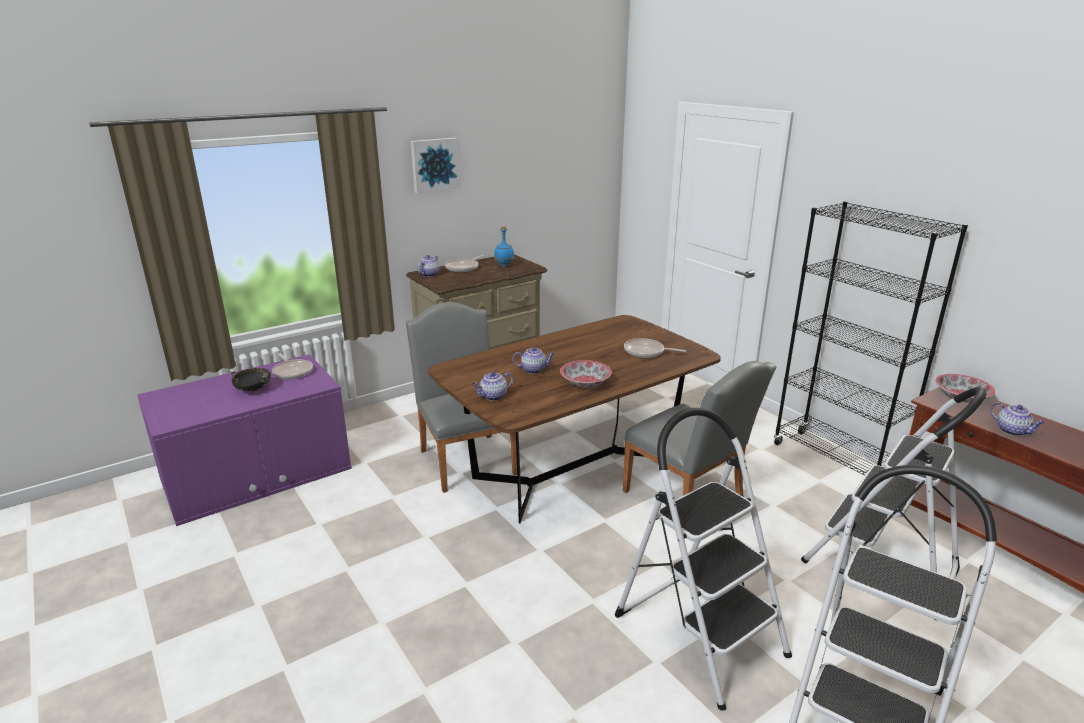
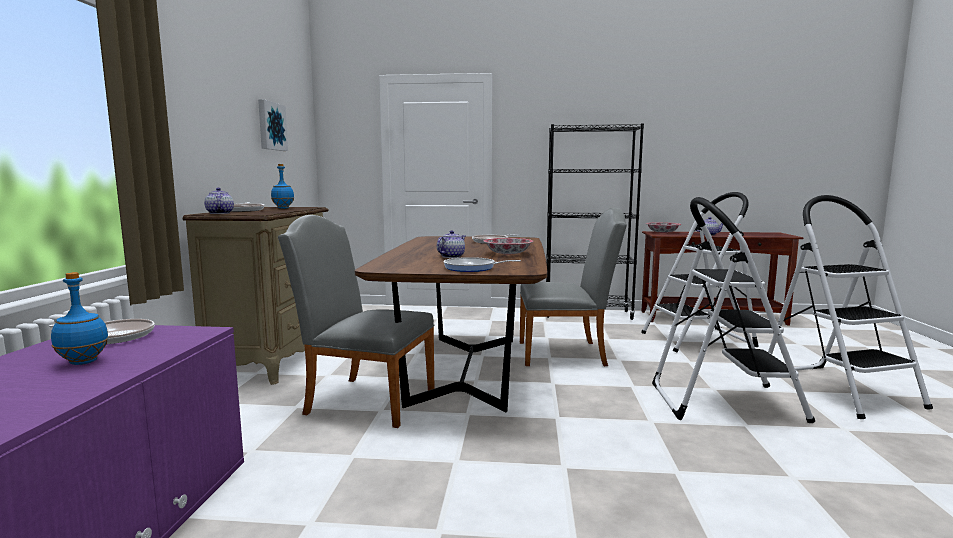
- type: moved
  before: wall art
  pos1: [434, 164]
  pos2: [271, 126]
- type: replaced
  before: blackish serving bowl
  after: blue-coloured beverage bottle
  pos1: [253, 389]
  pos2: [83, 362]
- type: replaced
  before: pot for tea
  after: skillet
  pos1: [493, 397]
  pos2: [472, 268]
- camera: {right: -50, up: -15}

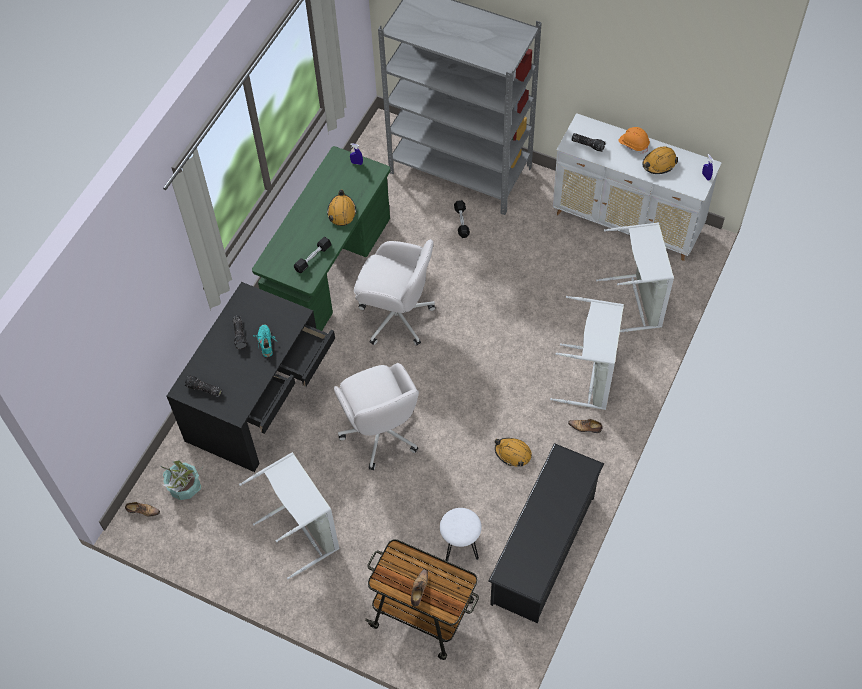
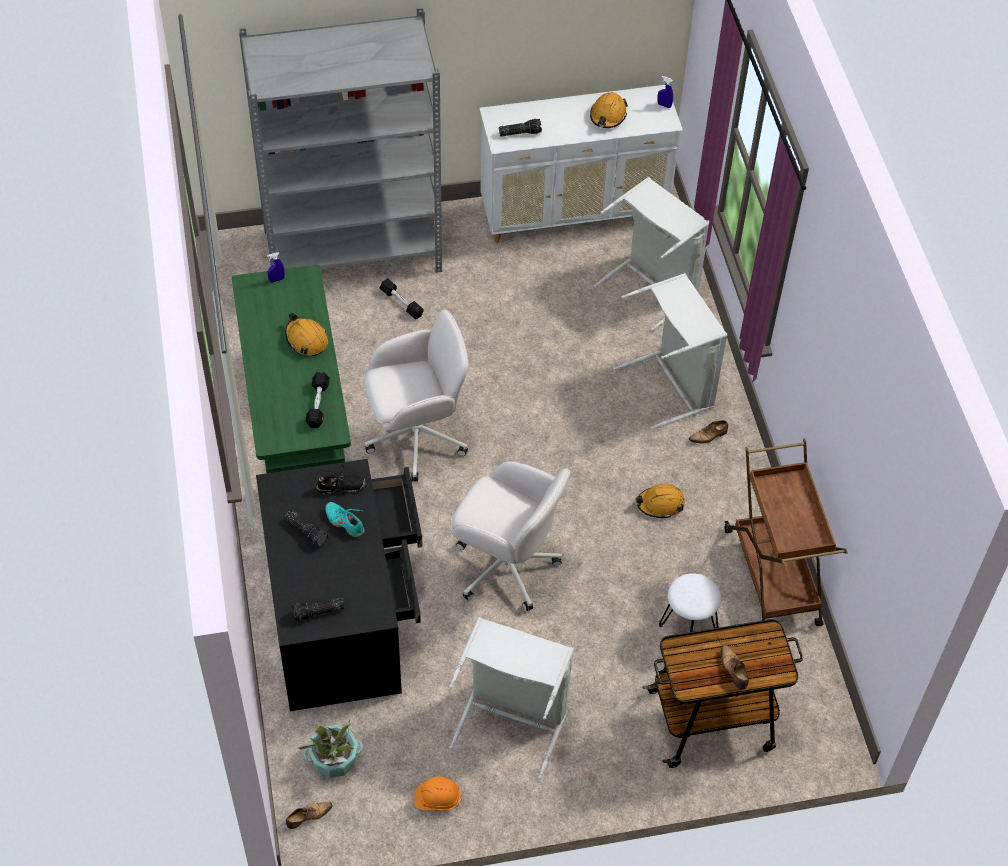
- type: moved
  before: orange-coloured hard hat
  pos1: [633, 144]
  pos2: [437, 798]
- type: replaced
  before: blackish shoe rack
  after: brown trolley
  pos1: [543, 549]
  pos2: [772, 578]
- type: added
  after: blackish item of footwear
  pos2: [341, 487]
- camera: {right: -40, up: -5}

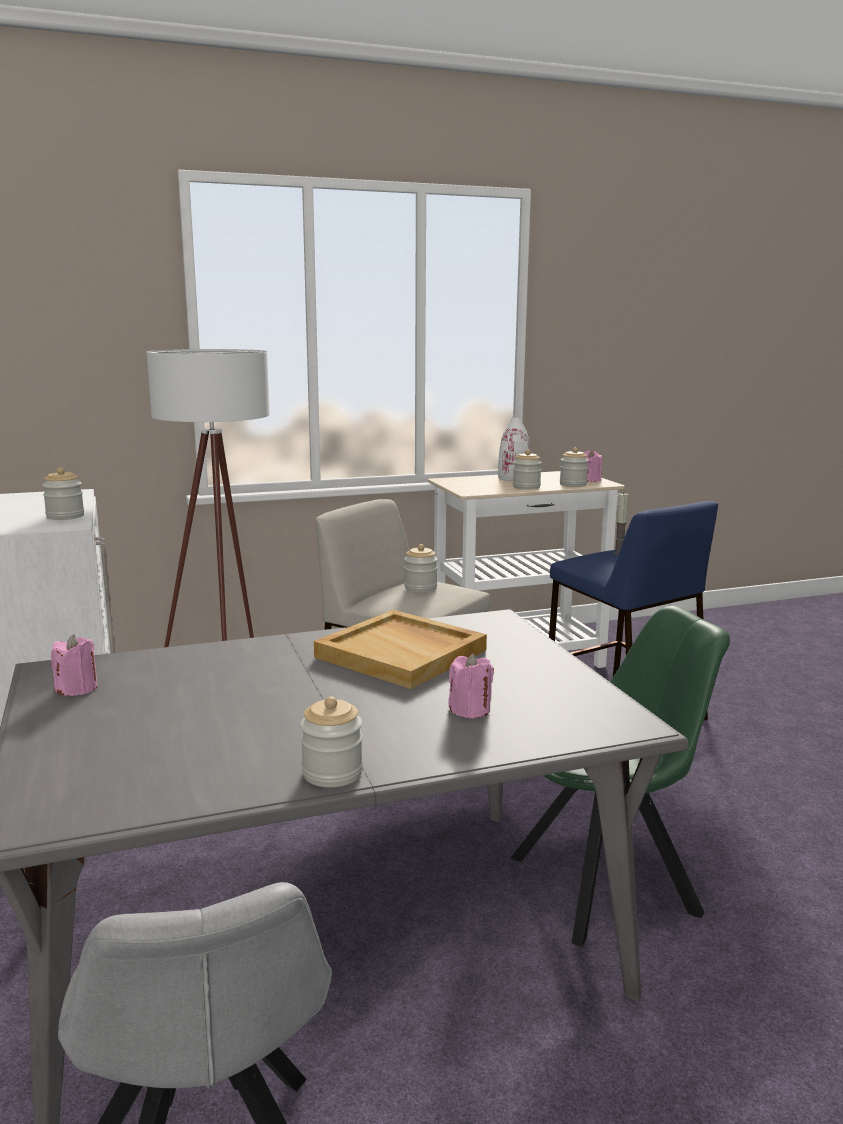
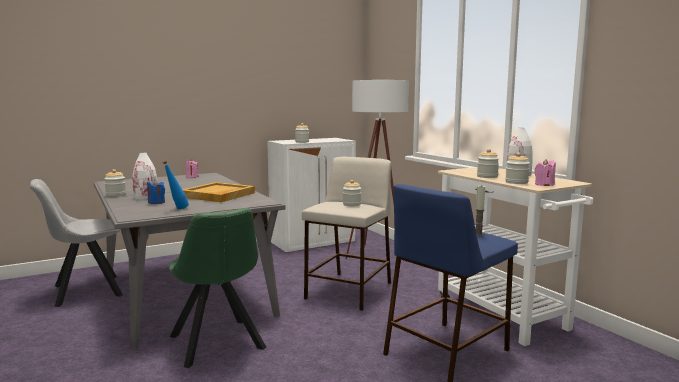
- type: recoloured
  before: pink-coloured candle
  after: blue-coloured candle
  pos1: [470, 710]
  pos2: [156, 202]
- type: added
  after: whitish decorative vase
  pos2: [146, 197]
- type: added
  after: blue-coloured beverage bottle
  pos2: [177, 209]
- camera: {right: 80, up: -5}

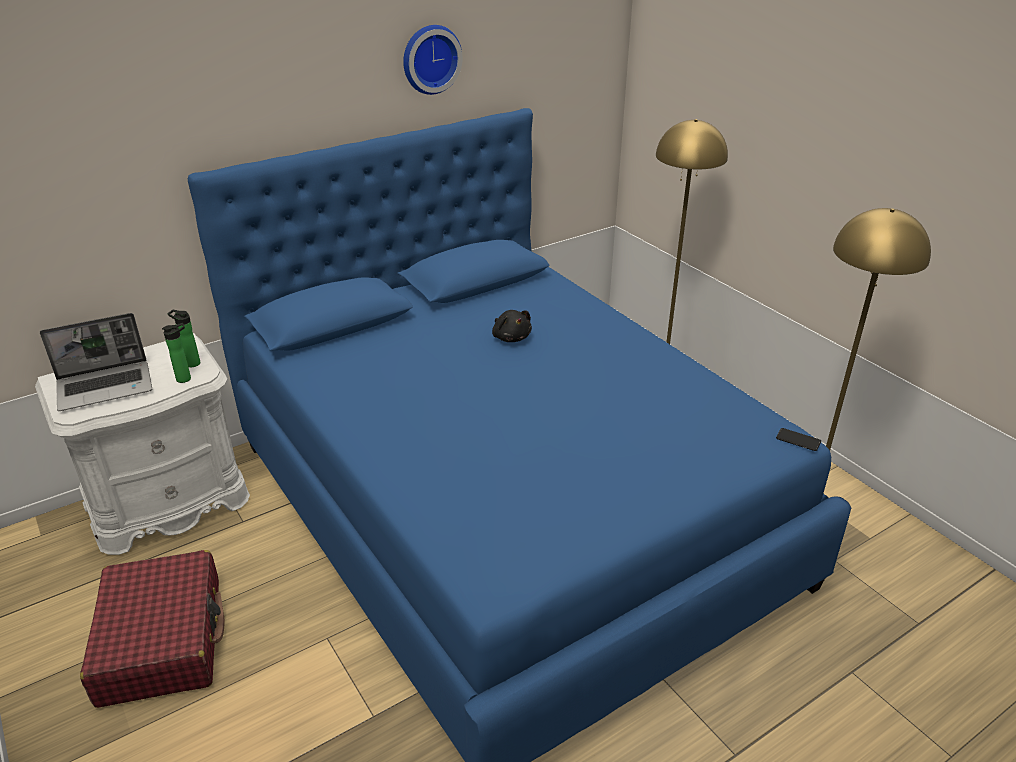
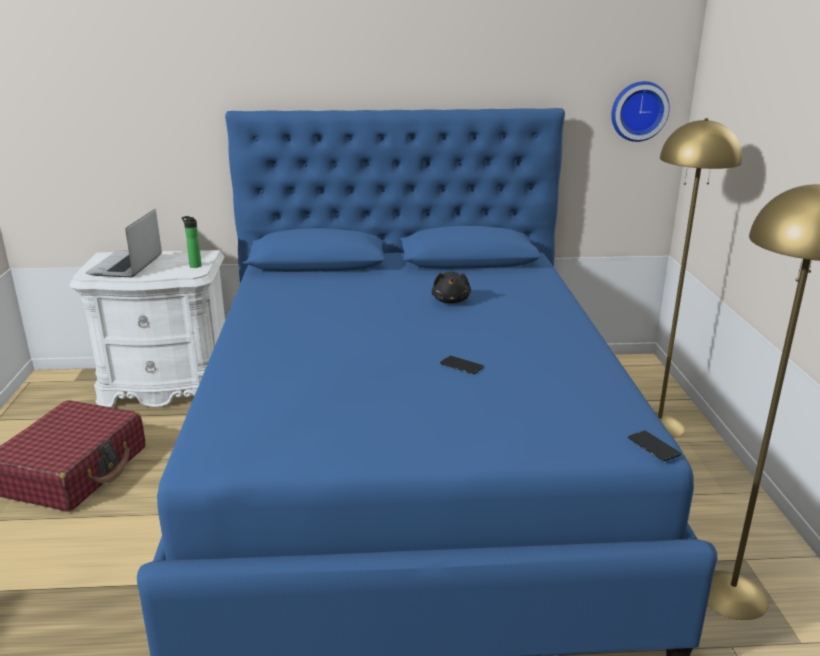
- type: moved
  before: wall clock
  pos1: [430, 59]
  pos2: [638, 111]
- type: turned
  before: portable computer
  pos1: [106, 387]
  pos2: [126, 266]
  turn: 90
- type: removed
  before: beverage bottle
  pos1: [186, 378]
- type: added
  after: telephone
  pos2: [461, 365]
- camera: {right: 30, up: -10}

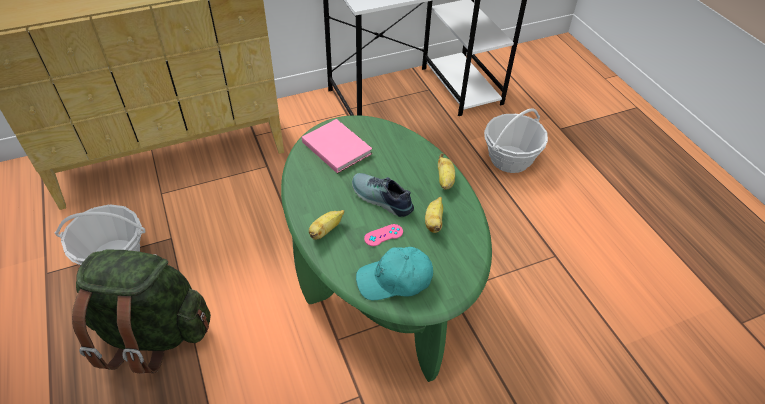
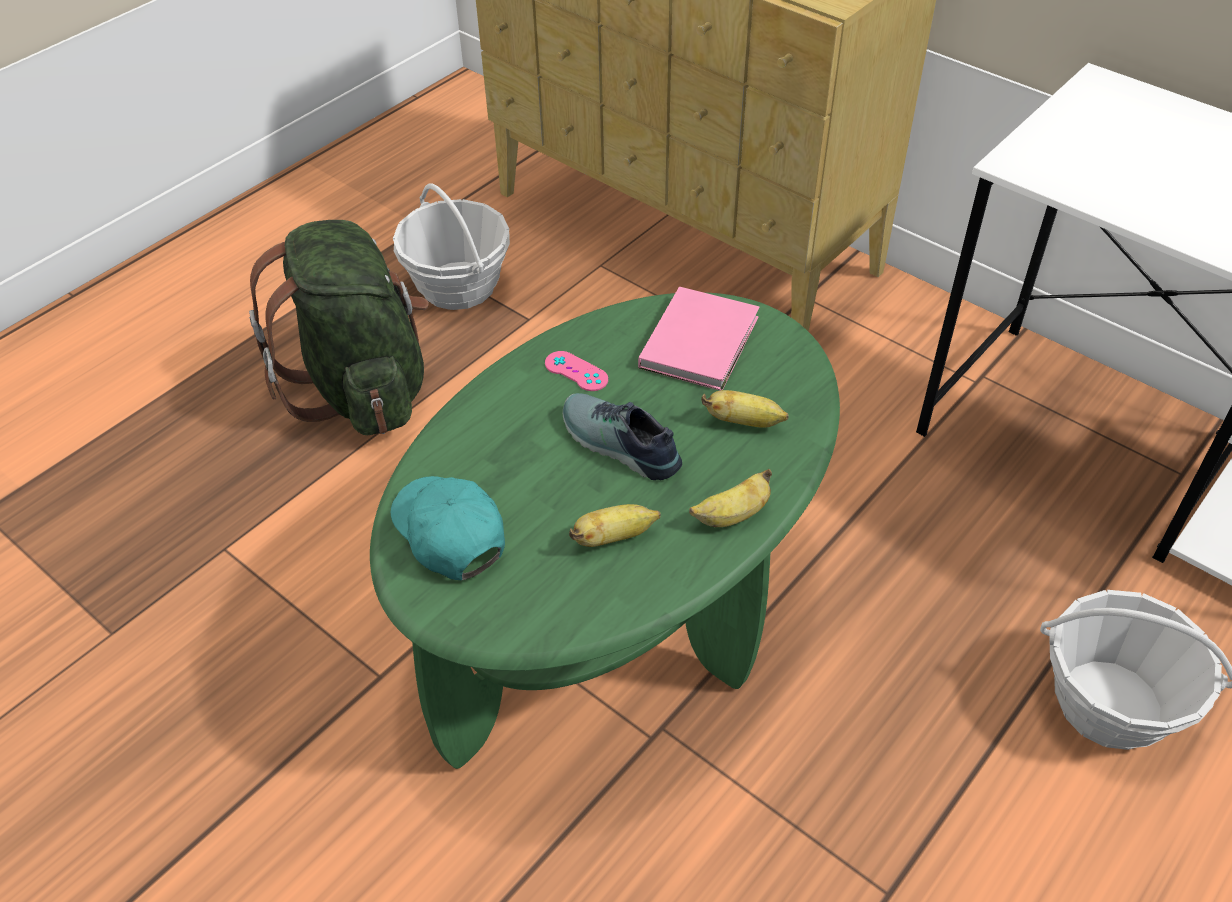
- type: turned
  before: item of footwear
  pos1: [380, 199]
  pos2: [618, 445]
  turn: -60
- type: moved
  before: banana
  pos1: [326, 230]
  pos2: [744, 422]
- type: moved
  before: pink-coloured gamepad
  pos1: [383, 235]
  pos2: [576, 371]
- camera: {right: 65, up: 0}

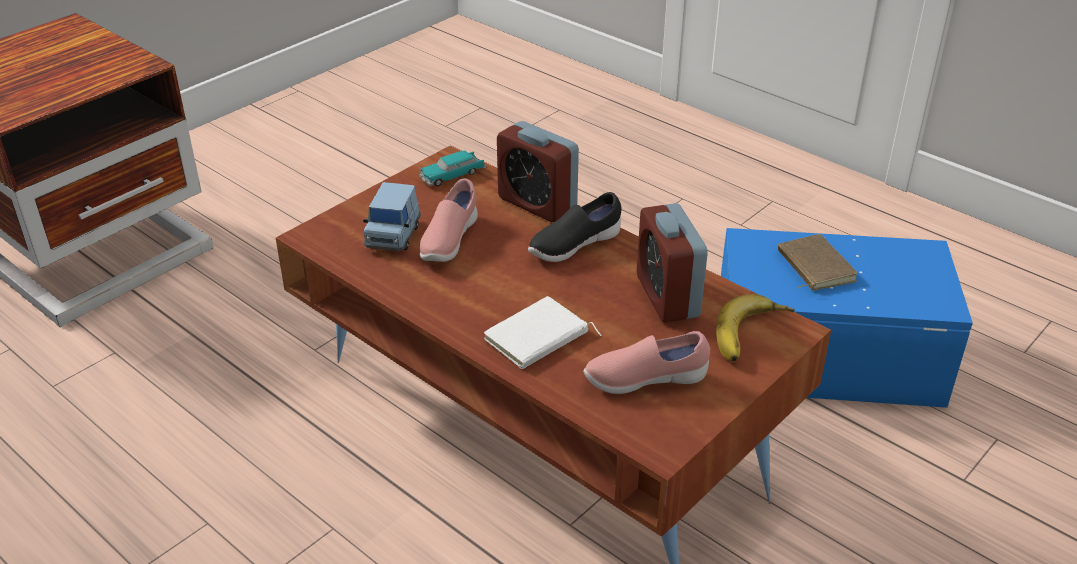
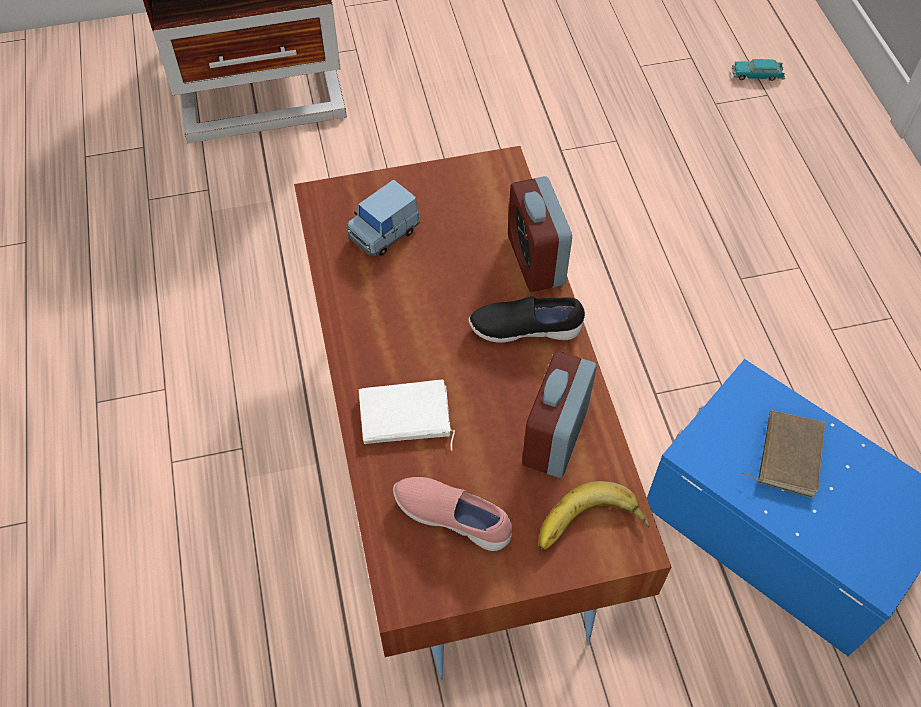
- type: moved
  before: miniature car
  pos1: [452, 175]
  pos2: [757, 75]
- type: removed
  before: pink-coloured item of footwear
  pos1: [448, 241]
- camera: {right: 35, up: 20}

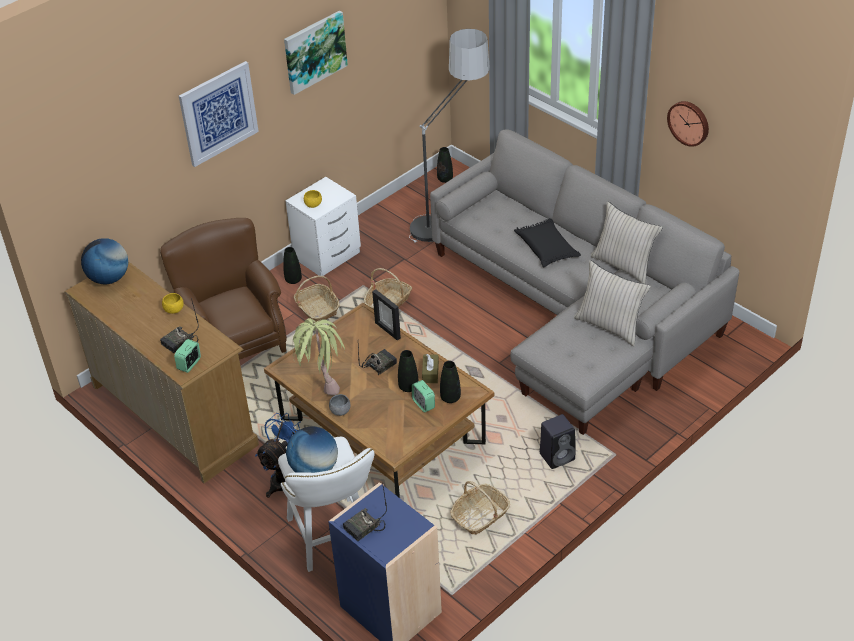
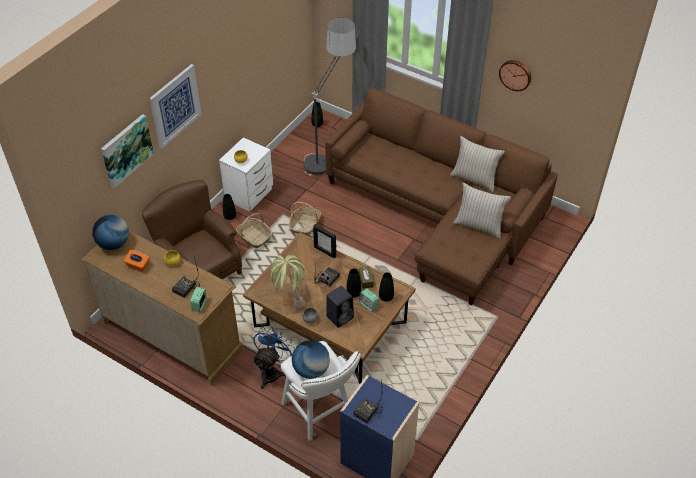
- type: moved
  before: wall art
  pos1: [314, 51]
  pos2: [126, 150]
- type: recoloured
  before: greyish sofa
  after: brown sofa
  pos1: [574, 312]
  pos2: [438, 215]
- type: removed
  before: blackish cushion
  pos1: [546, 247]
- type: moved
  before: blackish audio speaker
  pos1: [558, 456]
  pos2: [340, 316]
- type: removed
  before: basket
  pos1: [480, 516]
- type: added
  after: orange-coloured tissue box
  pos2: [138, 265]
- camera: {right: -15, up: 5}

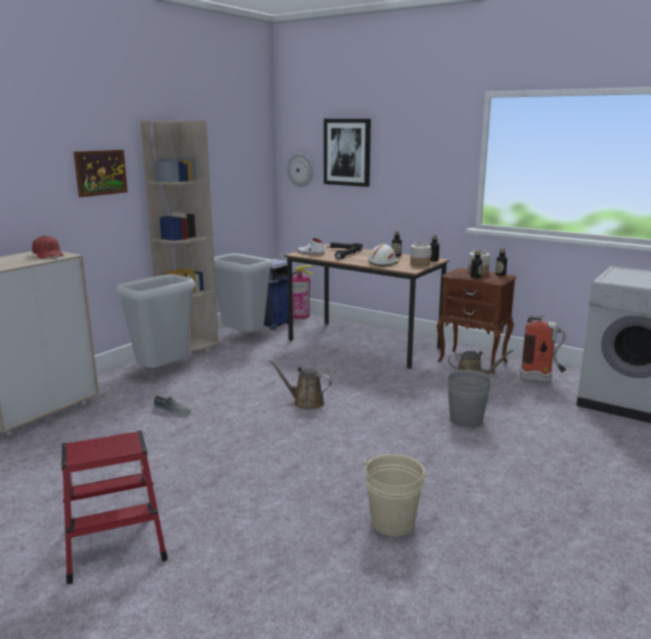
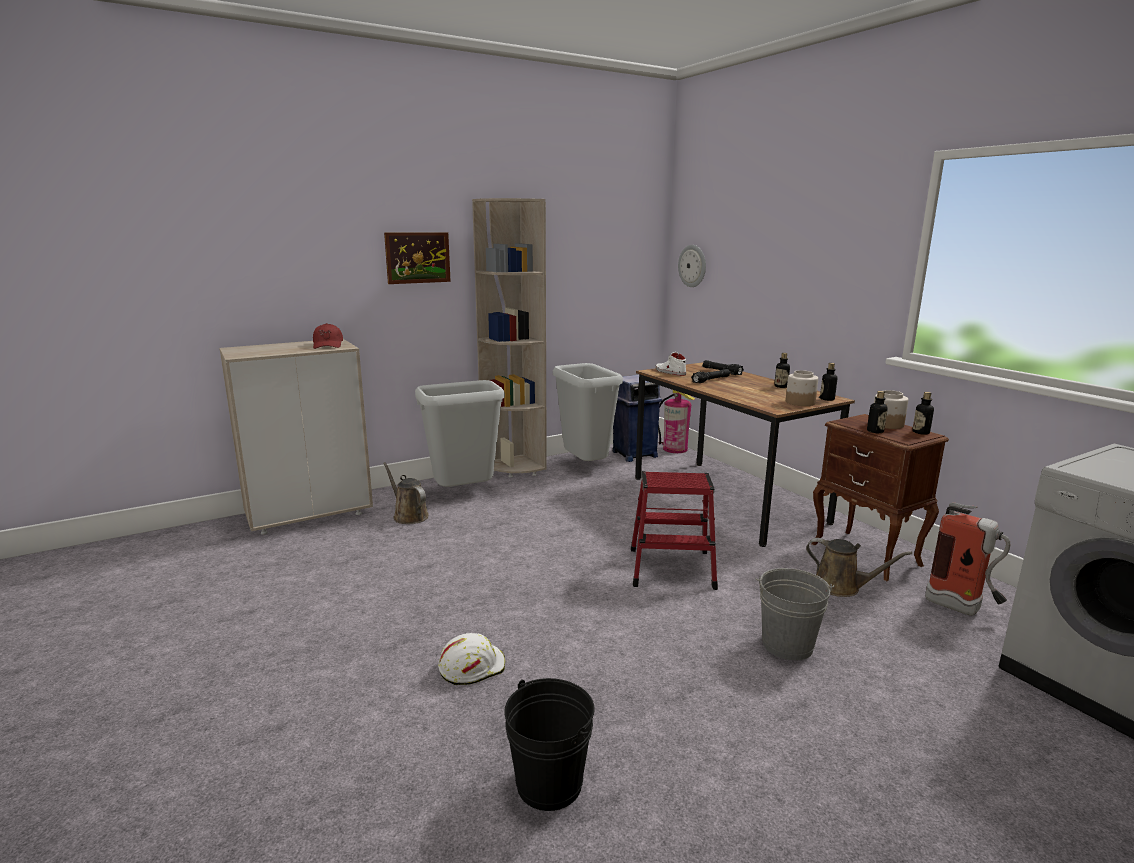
- type: removed
  before: wall art
  pos1: [347, 152]
- type: moved
  before: whitish hard hat
  pos1: [382, 263]
  pos2: [472, 667]
- type: moved
  before: brown sprinkling can
  pos1: [305, 402]
  pos2: [408, 515]
- type: removed
  before: greyish item of footwear
  pos1: [171, 411]
- type: moved
  before: red stepladder
  pos1: [115, 543]
  pos2: [672, 567]
- type: recoloured
  before: sand-coloured water bucket
  after: blackish water bucket
  pos1: [393, 522]
  pos2: [549, 784]
- camera: {right: 25, up: 0}

